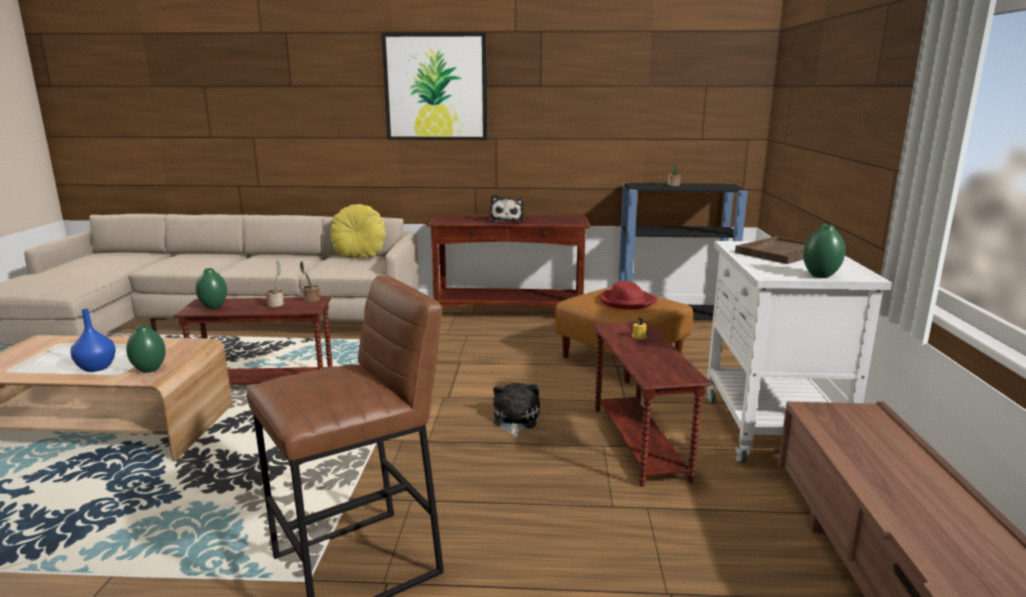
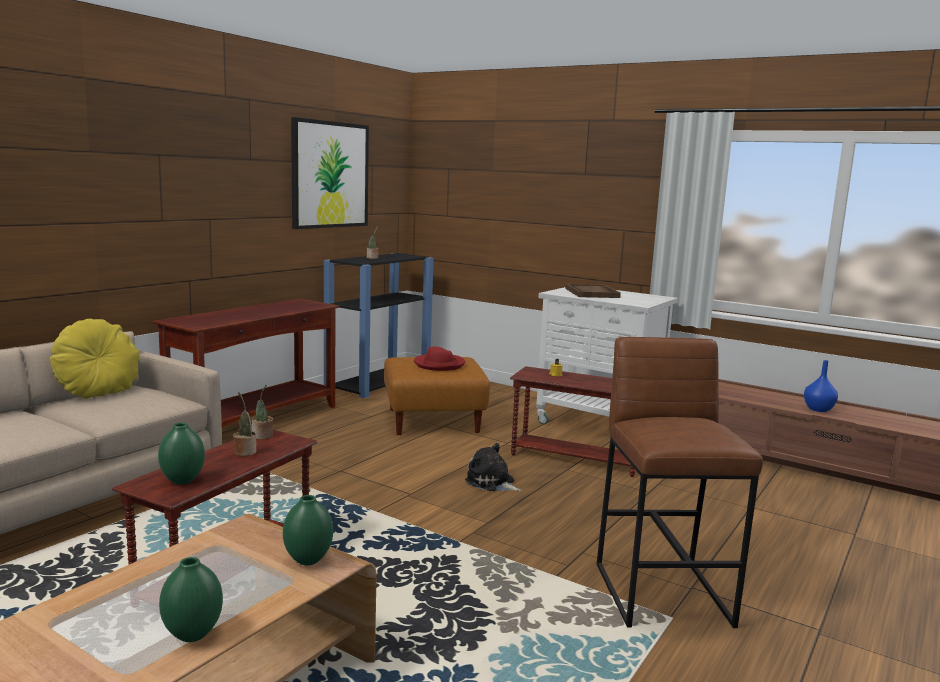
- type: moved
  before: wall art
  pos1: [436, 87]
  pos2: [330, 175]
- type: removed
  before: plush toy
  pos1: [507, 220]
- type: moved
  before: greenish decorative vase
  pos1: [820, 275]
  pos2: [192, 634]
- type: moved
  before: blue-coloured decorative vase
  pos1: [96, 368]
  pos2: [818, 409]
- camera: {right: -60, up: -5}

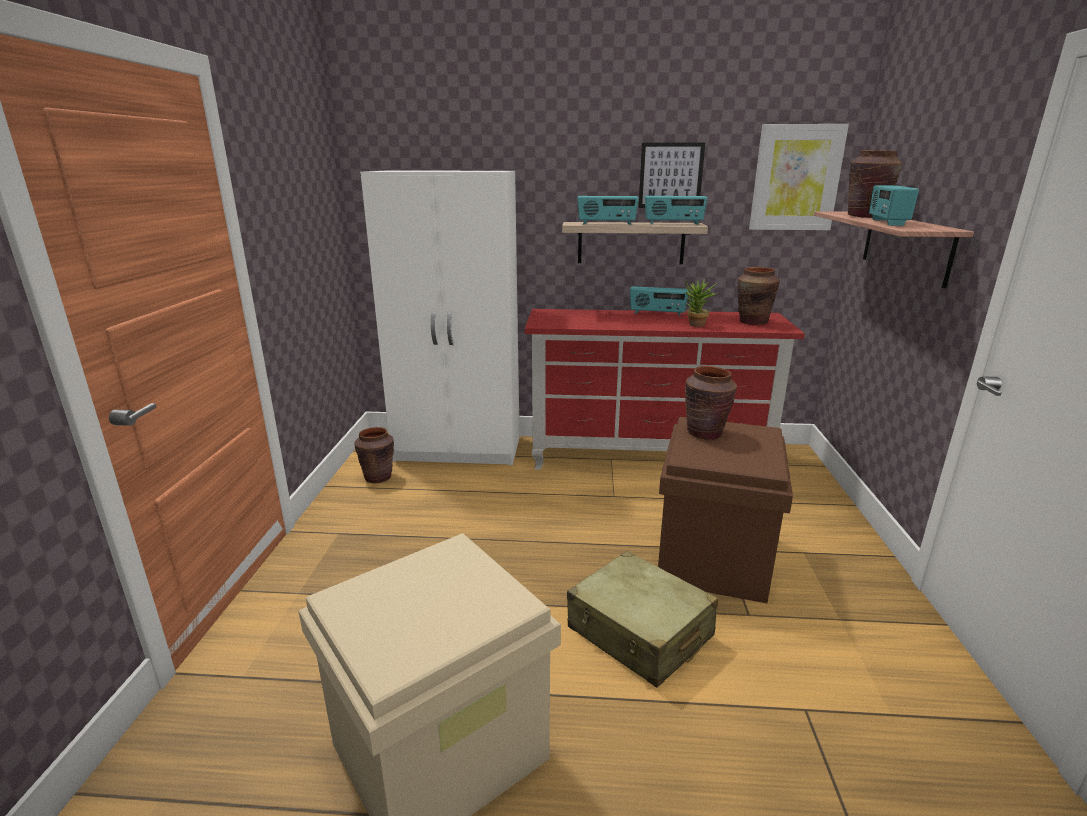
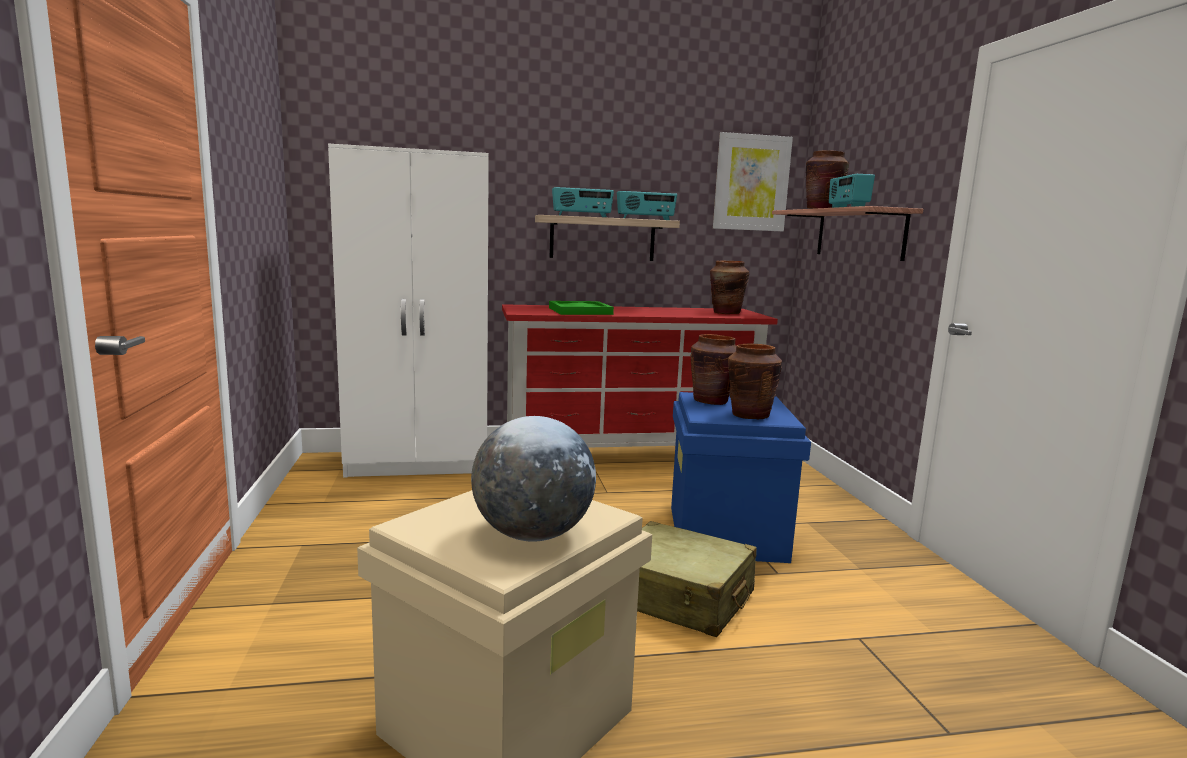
- type: removed
  before: wall art
  pos1: [670, 175]
- type: removed
  before: plant in a pot
  pos1: [696, 325]
- type: removed
  before: radio receiver
  pos1: [657, 314]
- type: recoloured
  before: brown storage bin
  after: blue-coloured storage bin
  pos1: [714, 559]
  pos2: [727, 534]
- type: moved
  before: brown decorative vase
  pos1: [378, 477]
  pos2: [750, 415]
- type: added
  after: greenish tray
  pos2: [581, 311]
- type: added
  after: world globe
  pos2: [532, 535]
- camera: {right: -15, up: -10}

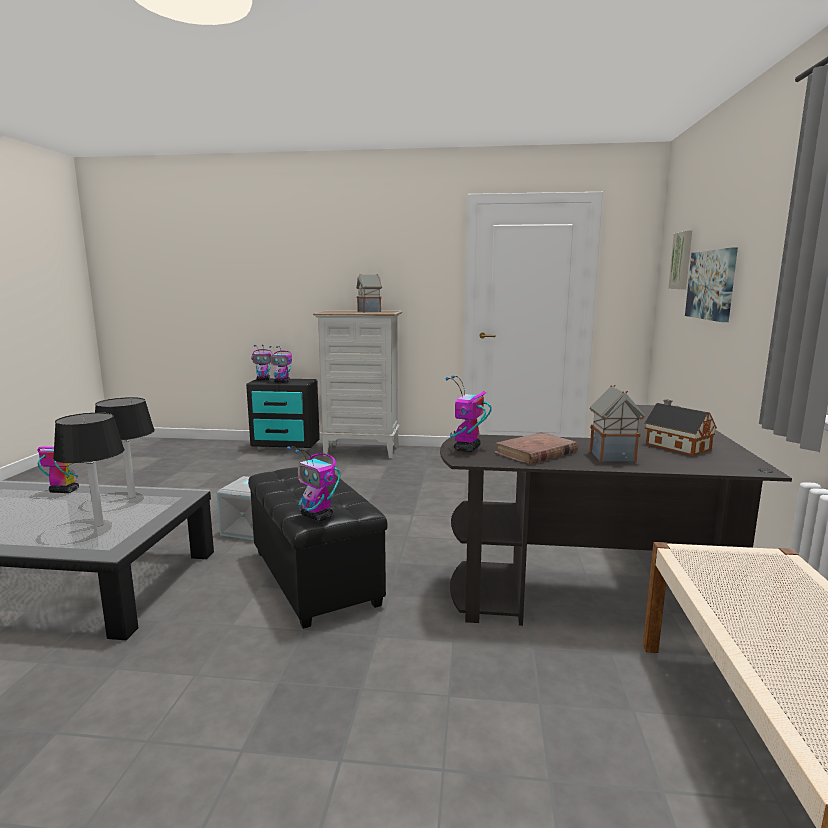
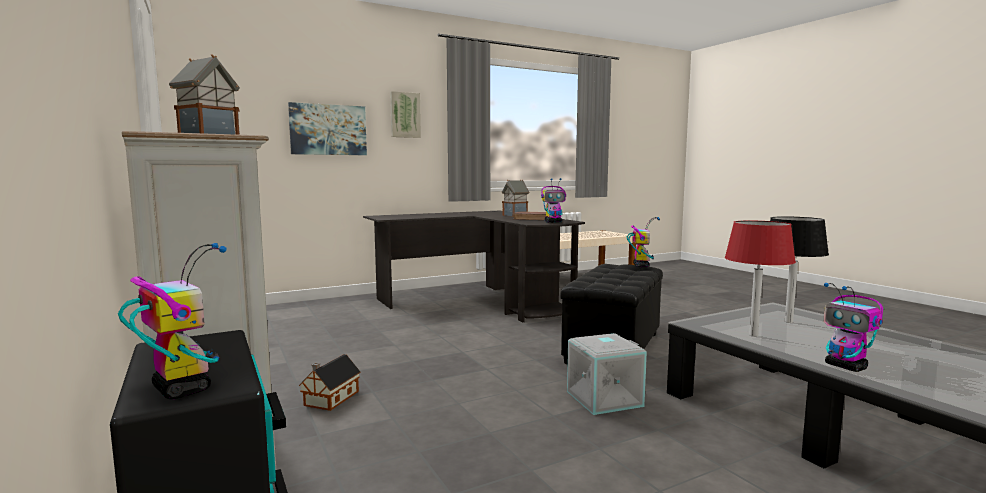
- type: moved
  before: wall art
  pos1: [682, 260]
  pos2: [405, 115]
- type: removed
  before: model robot
  pos1: [282, 382]
- type: recoloured
  before: blackish tabletop lamp
  after: red tabletop lamp
  pos1: [132, 497]
  pos2: [753, 335]
- type: moved
  before: miniature house
  pos1: [676, 446]
  pos2: [330, 399]
- camera: {right: -125, up: -5}

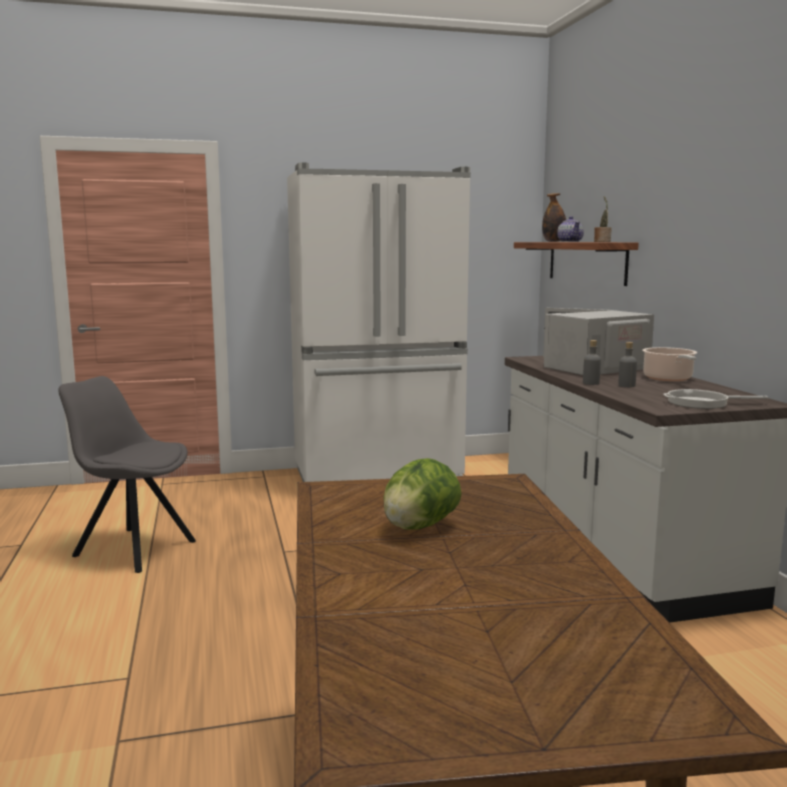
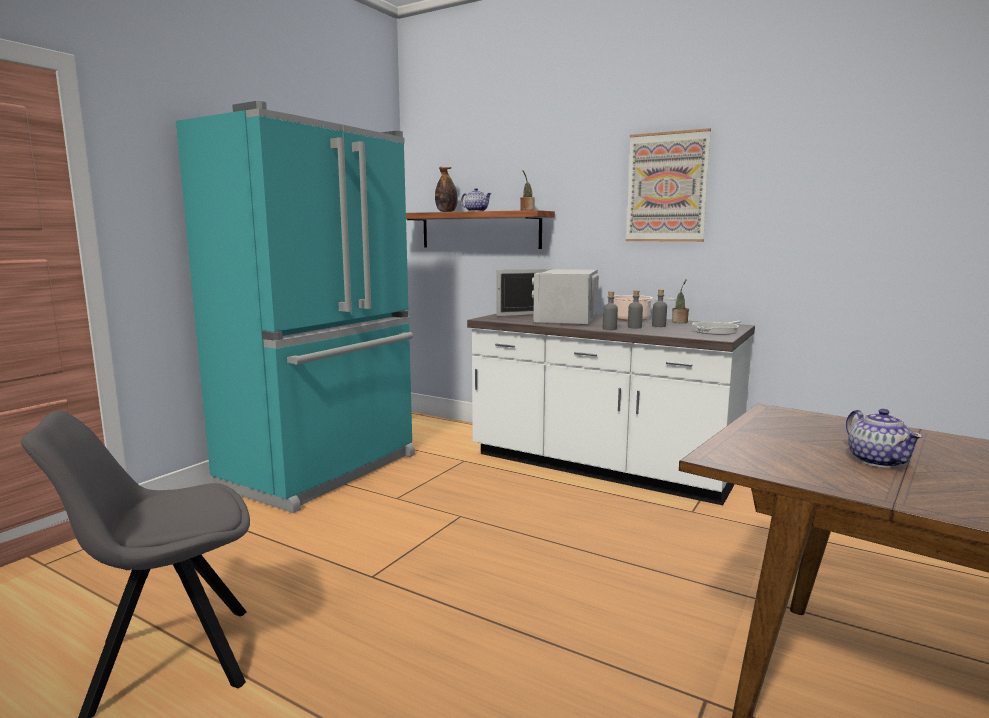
- type: recoloured
  before: whitish refrigerator
  after: turquoise refrigerator
  pos1: [379, 478]
  pos2: [324, 471]
- type: replaced
  before: lettuce head
  after: pot for tea
  pos1: [419, 527]
  pos2: [878, 461]
- type: added
  after: wall art
  pos2: [667, 187]
- type: added
  after: plant in a pot
  pos2: [680, 322]
- type: added
  after: greyish beverage bottle
  pos2: [658, 326]
- camera: {right: -45, up: 0}

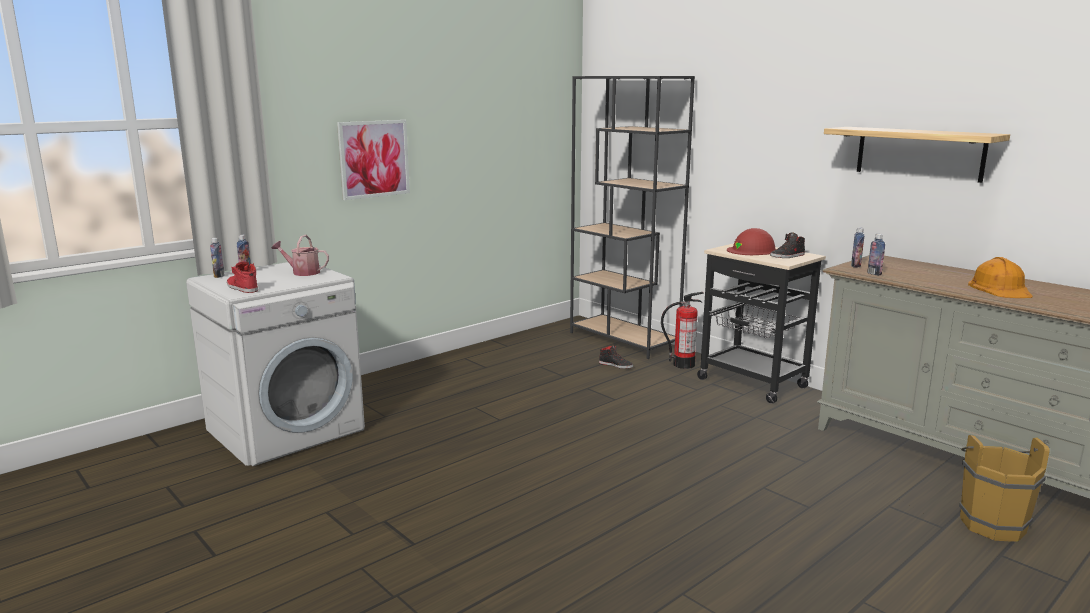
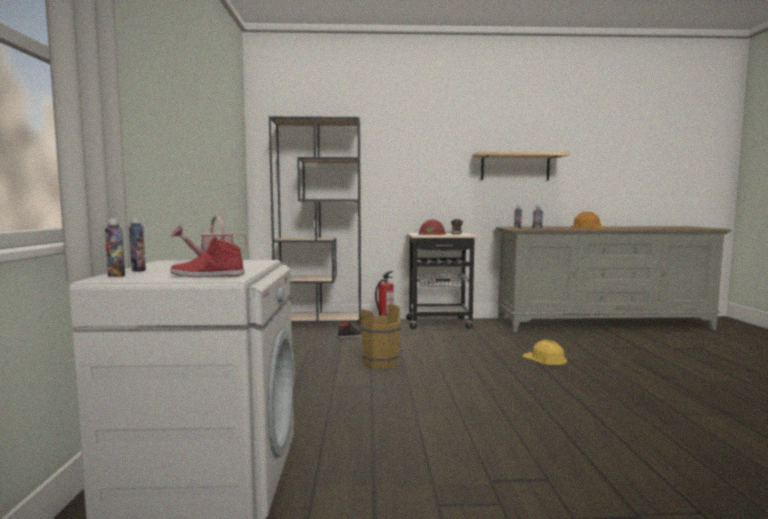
- type: removed
  before: wall art
  pos1: [374, 159]
- type: moved
  before: brown water bucket
  pos1: [990, 522]
  pos2: [378, 362]
- type: added
  after: yellow hard hat
  pos2: [545, 358]
- camera: {right: -50, up: -10}

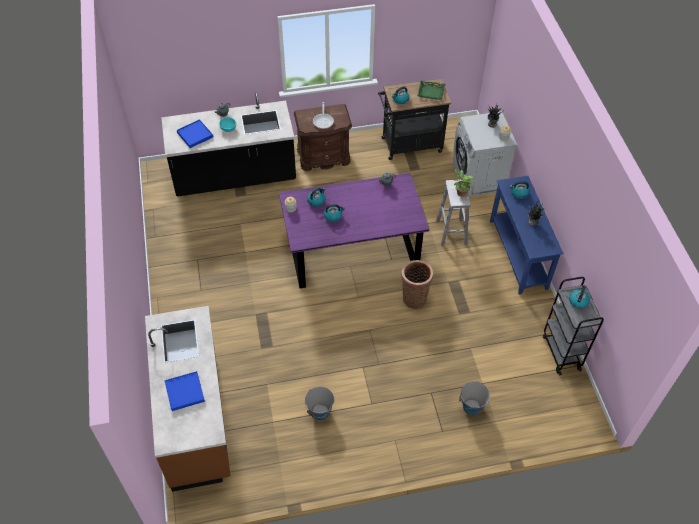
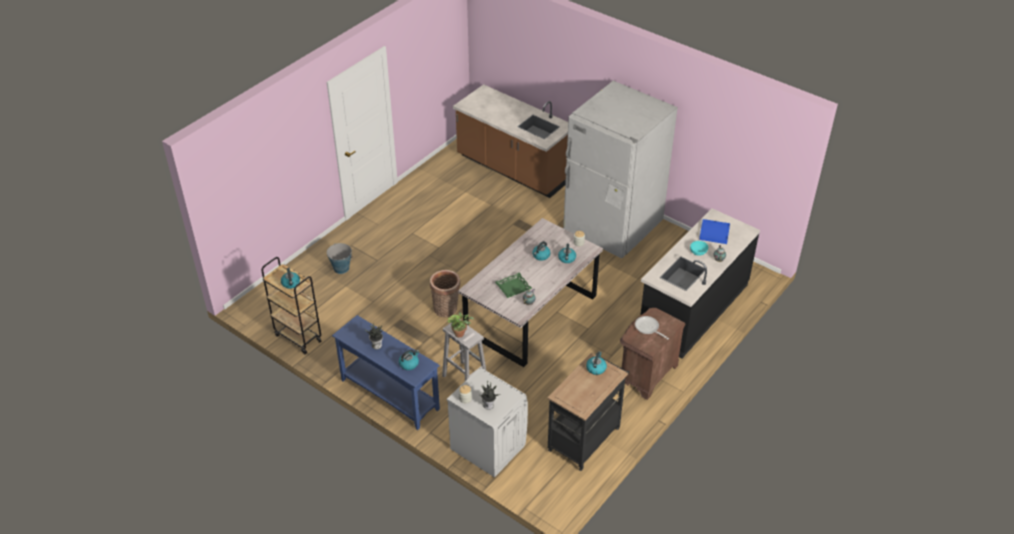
- type: moved
  before: greenish tray
  pos1: [431, 92]
  pos2: [513, 287]
- type: recoloured
  before: purple dinner table
  after: greyish dinner table
  pos1: [352, 249]
  pos2: [531, 314]
- type: recoloured
  before: greyish trolley
  after: brown trolley
  pos1: [561, 353]
  pos2: [297, 338]
- type: removed
  before: blue-coloured tray
  pos1: [184, 392]
- type: removed
  before: water bucket
  pos1: [320, 412]
- type: added
  after: whitish refrigerator
  pos2: [613, 226]
- camera: {right: 140, up: -10}

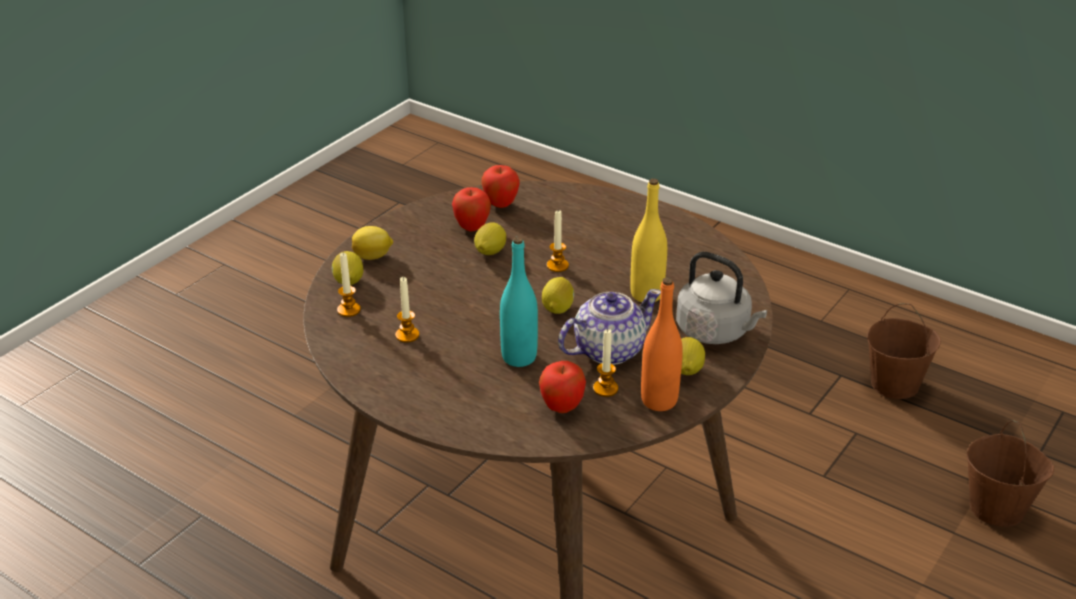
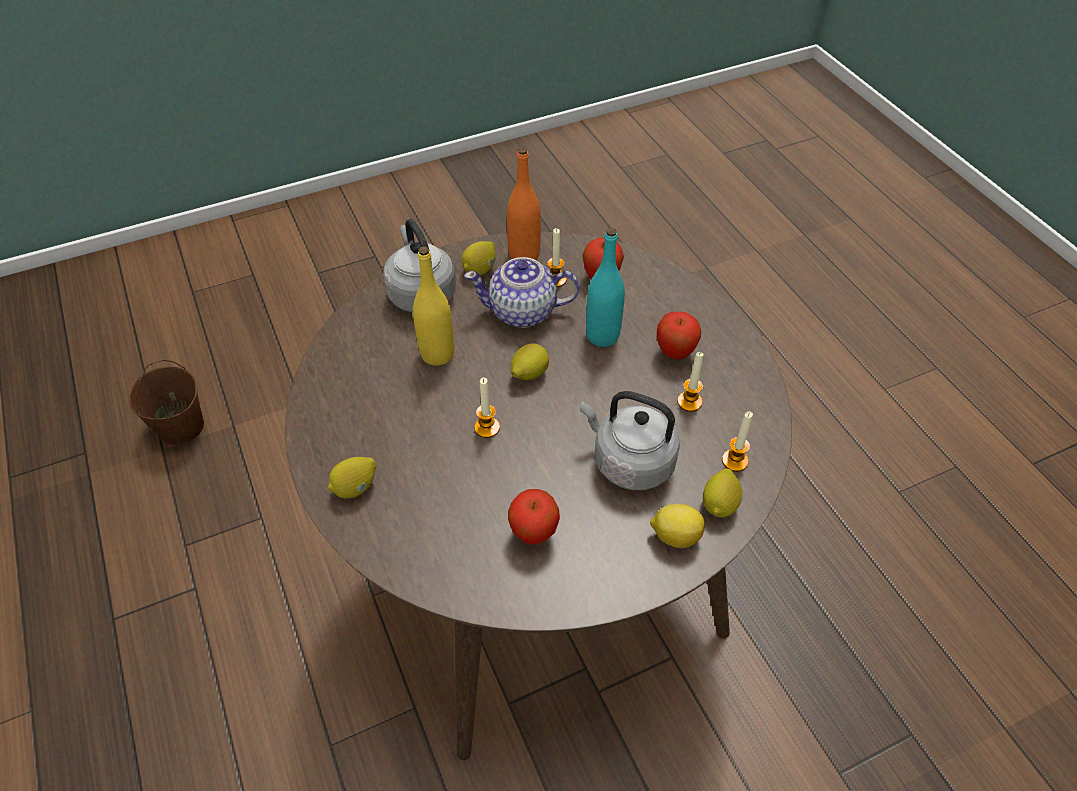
- type: moved
  before: apple
  pos1: [501, 205]
  pos2: [675, 353]
- type: moved
  before: whole lemon
  pos1: [489, 252]
  pos2: [355, 488]
- type: removed
  before: brown water bucket
  pos1: [895, 384]
- type: added
  after: greyish kettle
  pos2: [629, 461]
- camera: {right: -150, up: 15}

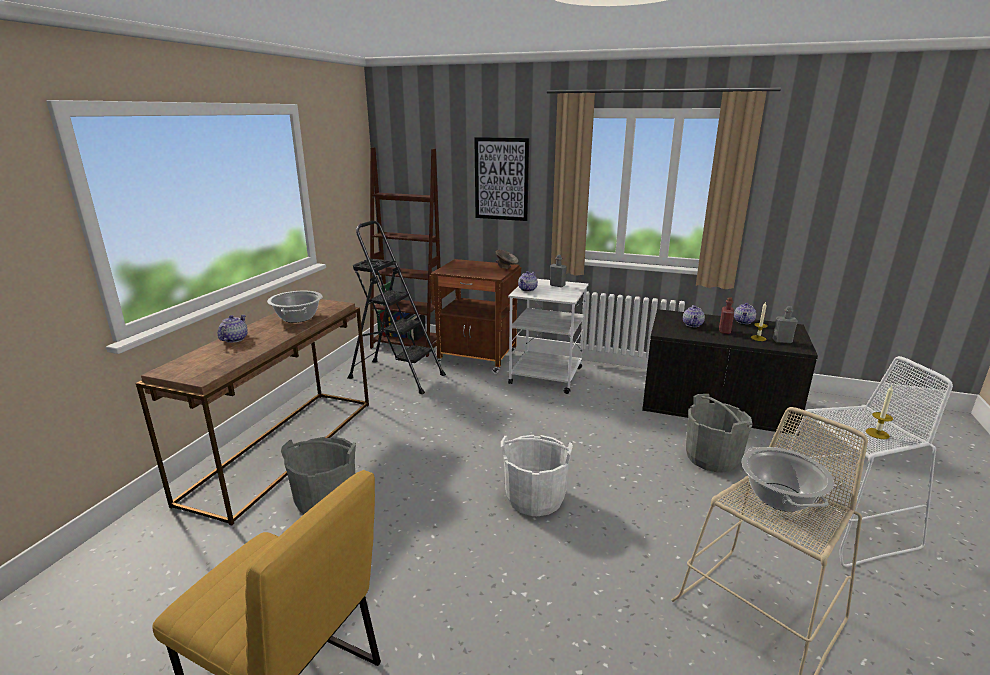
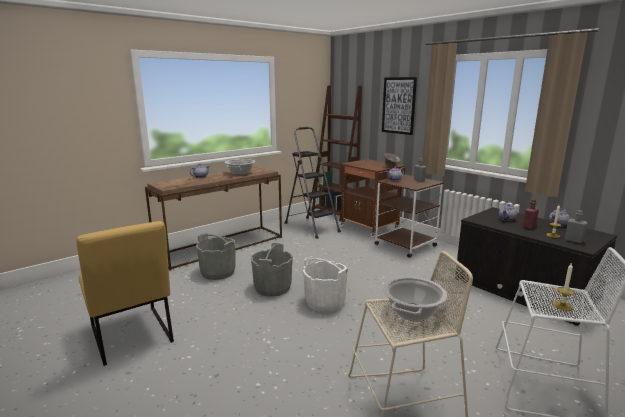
- type: recoloured
  before: whitish trolley
  after: brown trolley
  pos1: [547, 376]
  pos2: [406, 246]
- type: moved
  before: greyish water bucket
  pos1: [712, 458]
  pos2: [272, 288]
- camera: {right: 30, up: -5}

